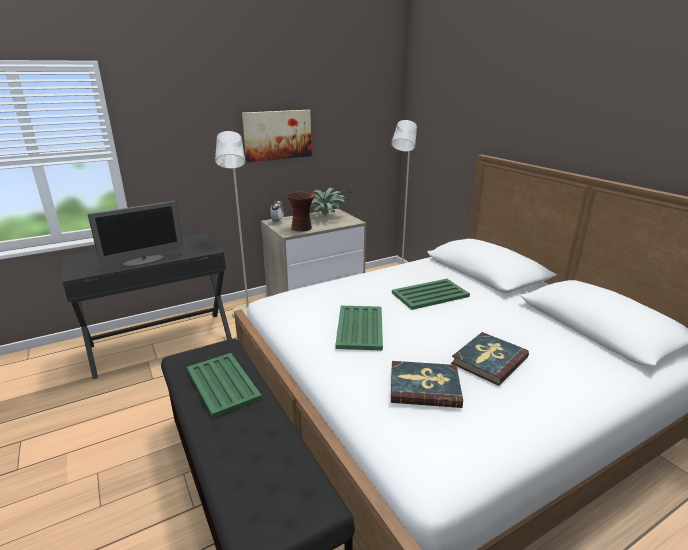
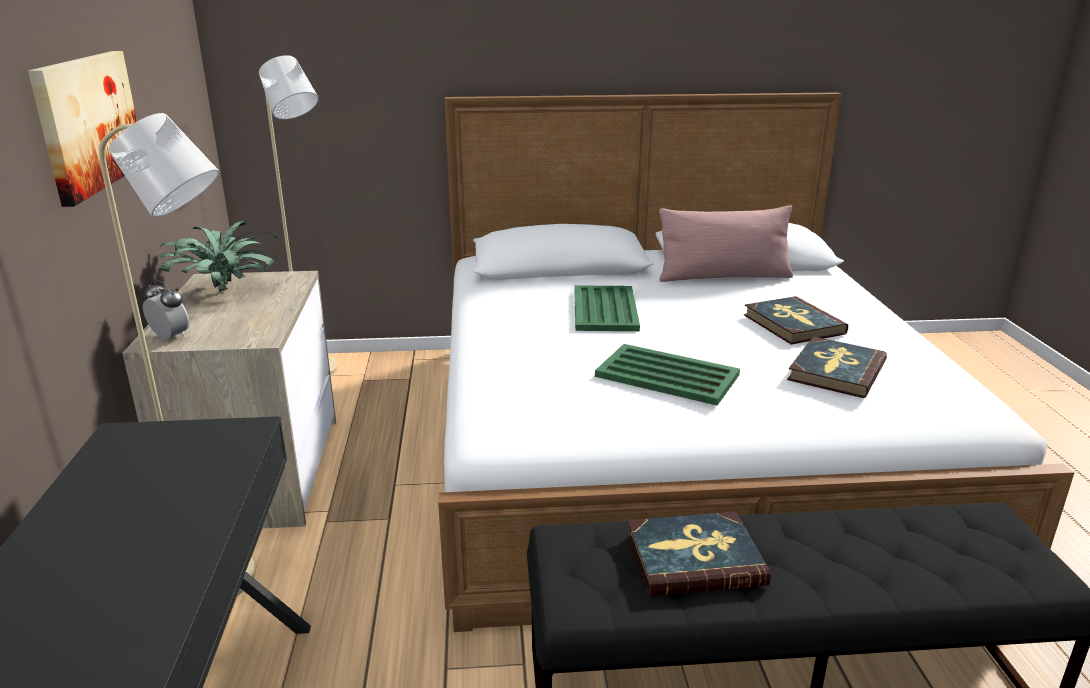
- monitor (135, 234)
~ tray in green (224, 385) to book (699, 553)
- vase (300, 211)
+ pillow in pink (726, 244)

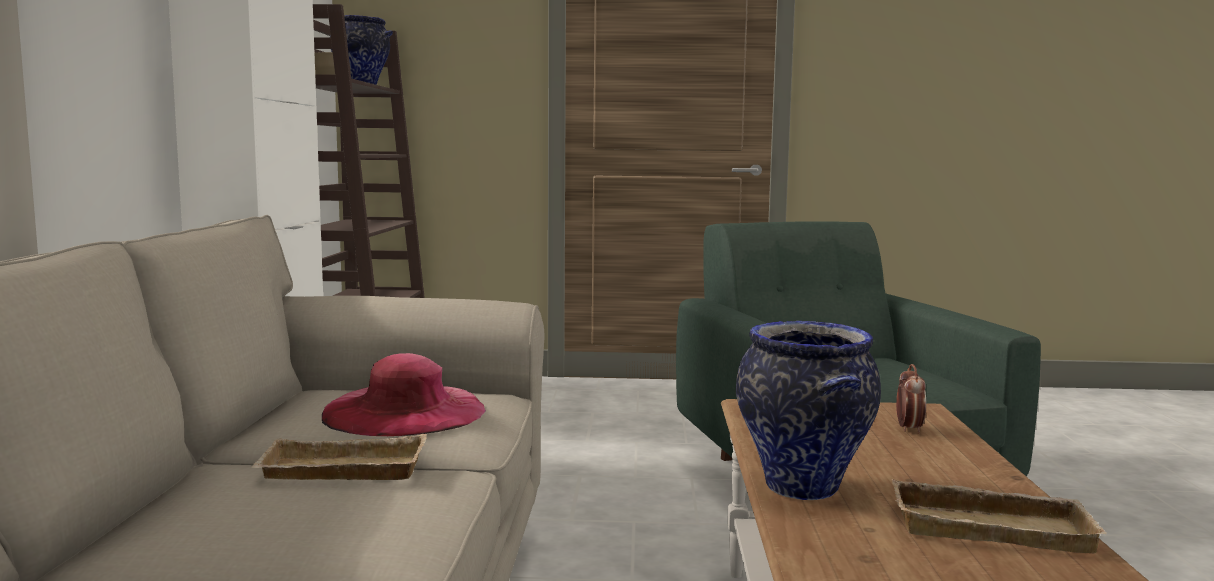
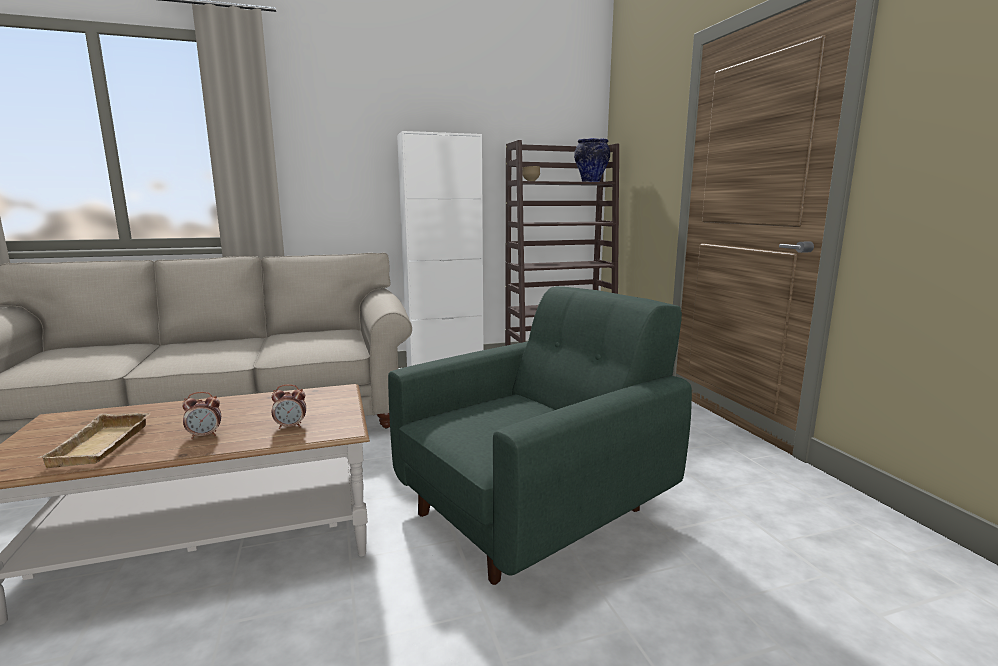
- tray in beige (339, 457)
- hat in pink (404, 394)
- vase (808, 410)
+ alarm clock (201, 415)

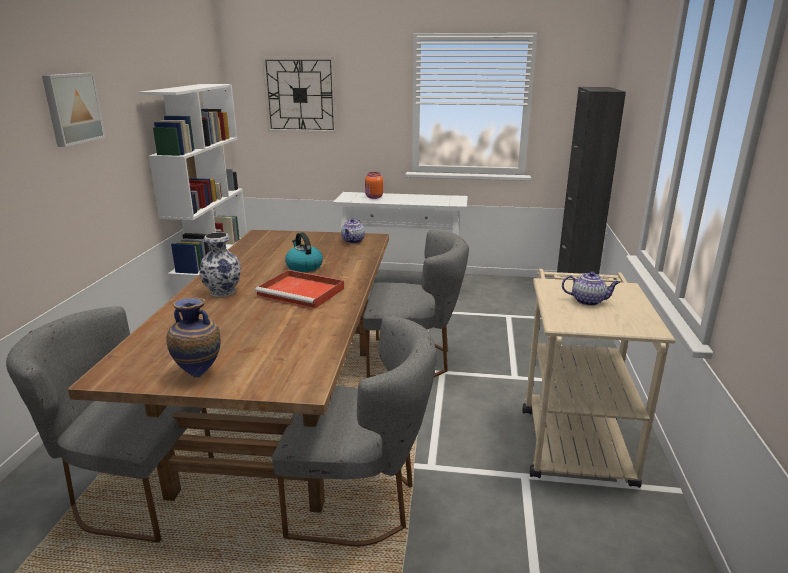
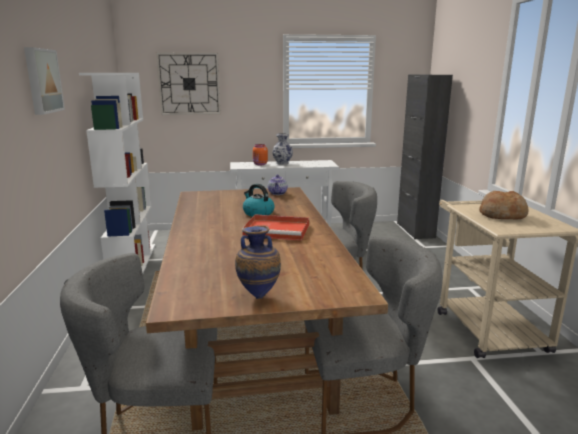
~ vase (220, 264) to (282, 149)
~ teapot (591, 288) to bread (504, 205)

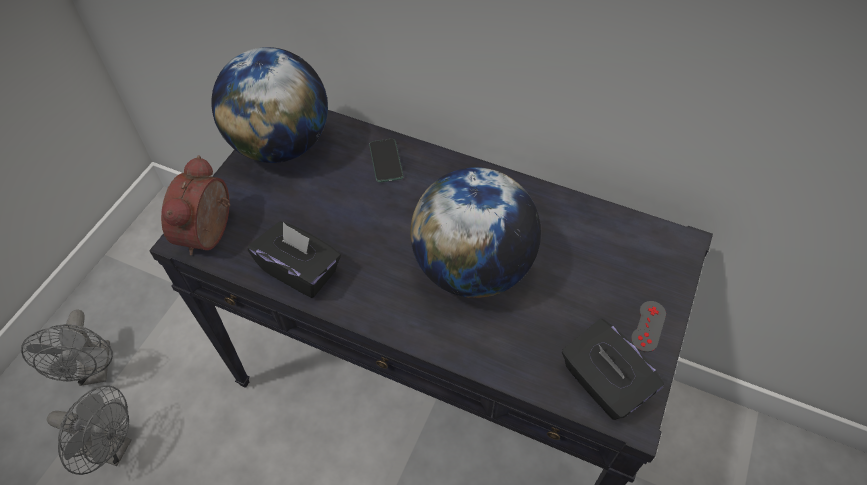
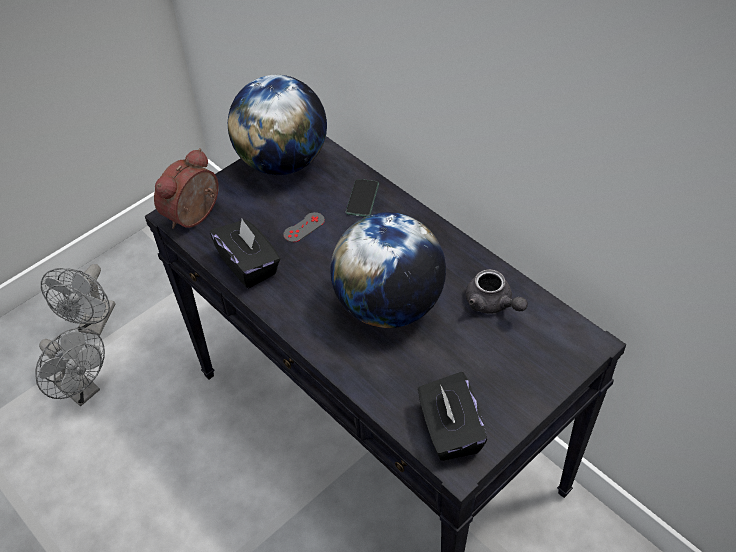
~ game controller in grey (648, 326) to (304, 227)
+ teapot in grey (497, 291)

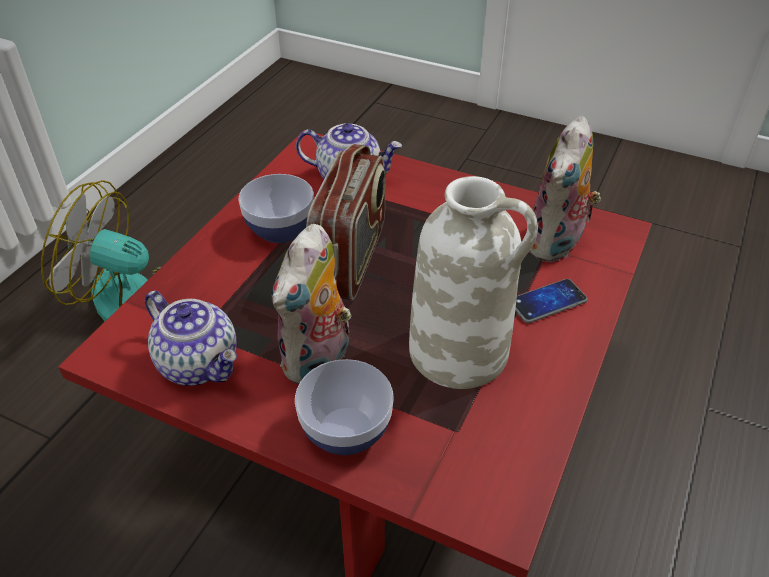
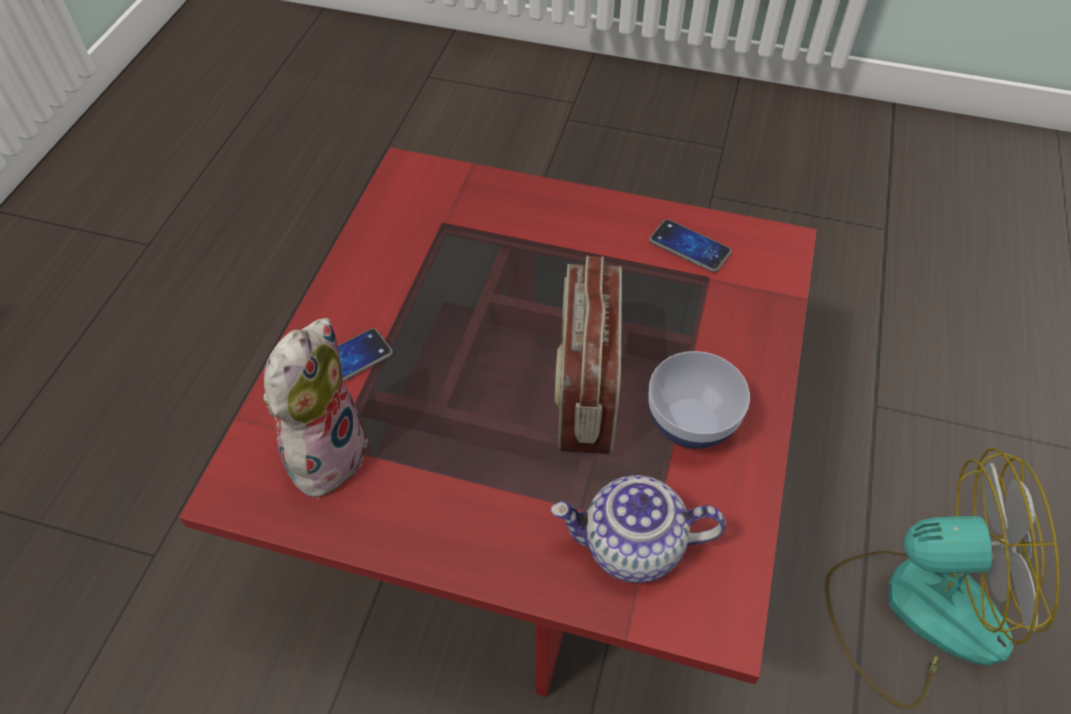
~ teapot (191, 338) to phone (690, 245)
- plush toy (311, 304)
- bowl (344, 407)
- vase in white (473, 282)

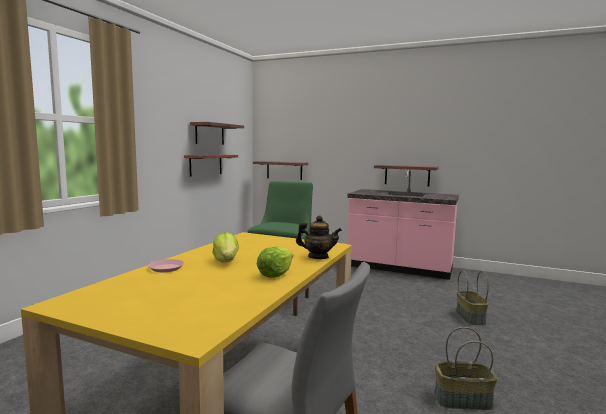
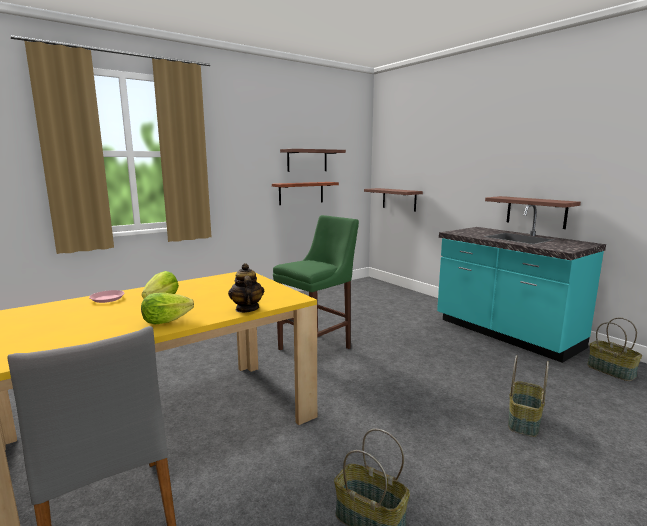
~ teapot (319, 237) = (246, 288) 150 degrees counterclockwise
~ counter in pink (403, 224) to counter in turquoise (521, 284)
+ basket (614, 349)

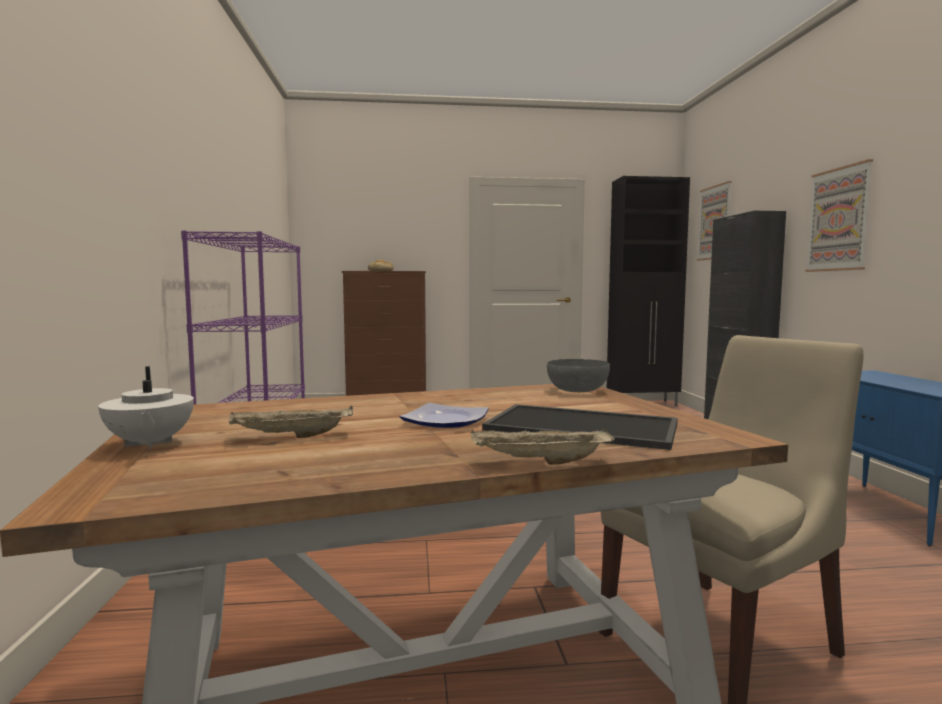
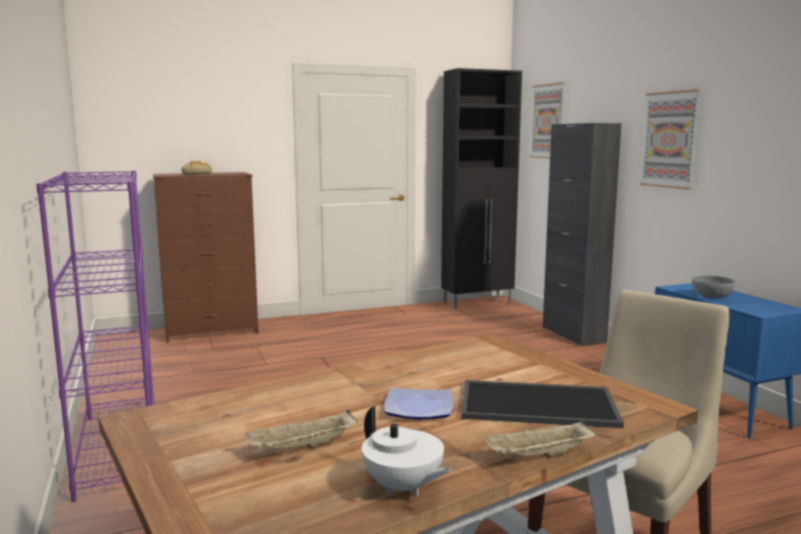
~ teapot in white (146, 407) to (406, 451)
~ bowl in grey (578, 375) to (713, 287)

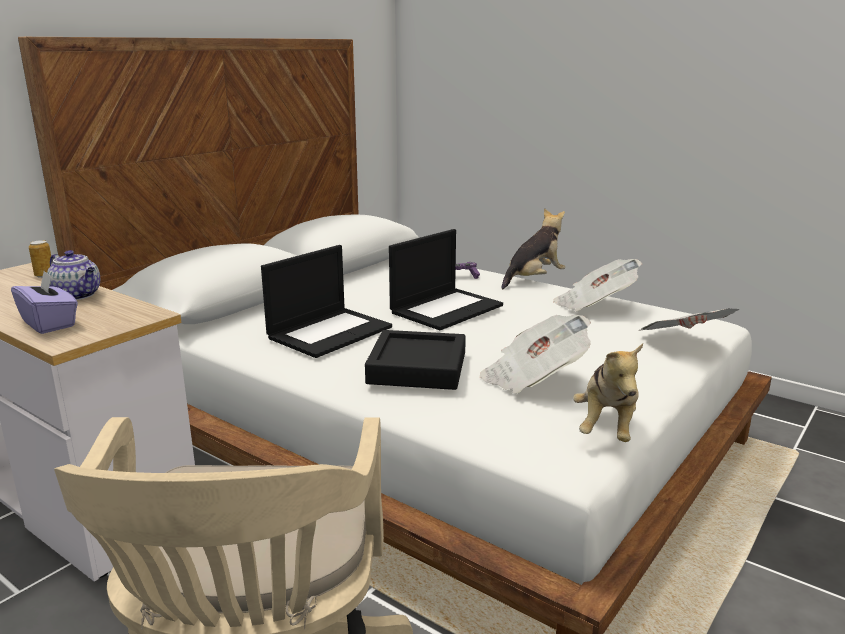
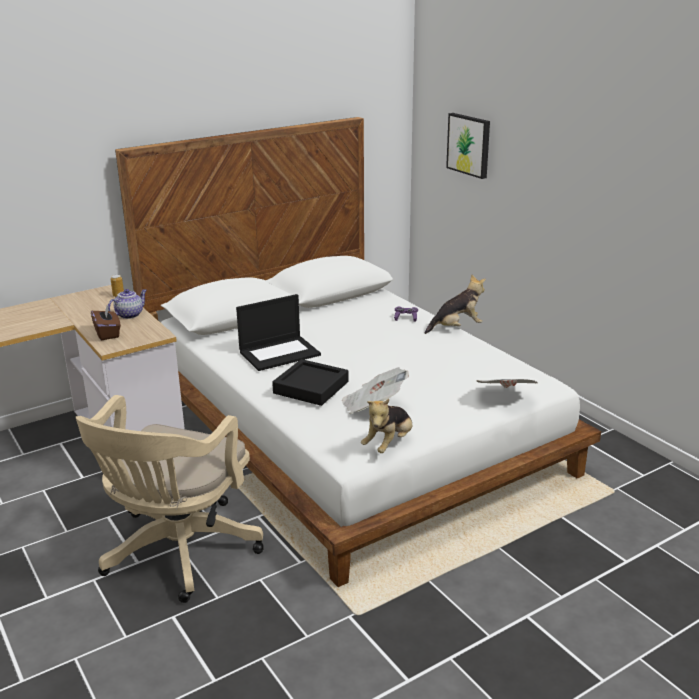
~ tissue box in purple (44, 302) to tissue box in brown (106, 323)
~ teapot (73, 275) = (127, 304) 105 degrees counterclockwise
- laptop (446, 279)
- newspaper (597, 285)
+ picture (468, 146)

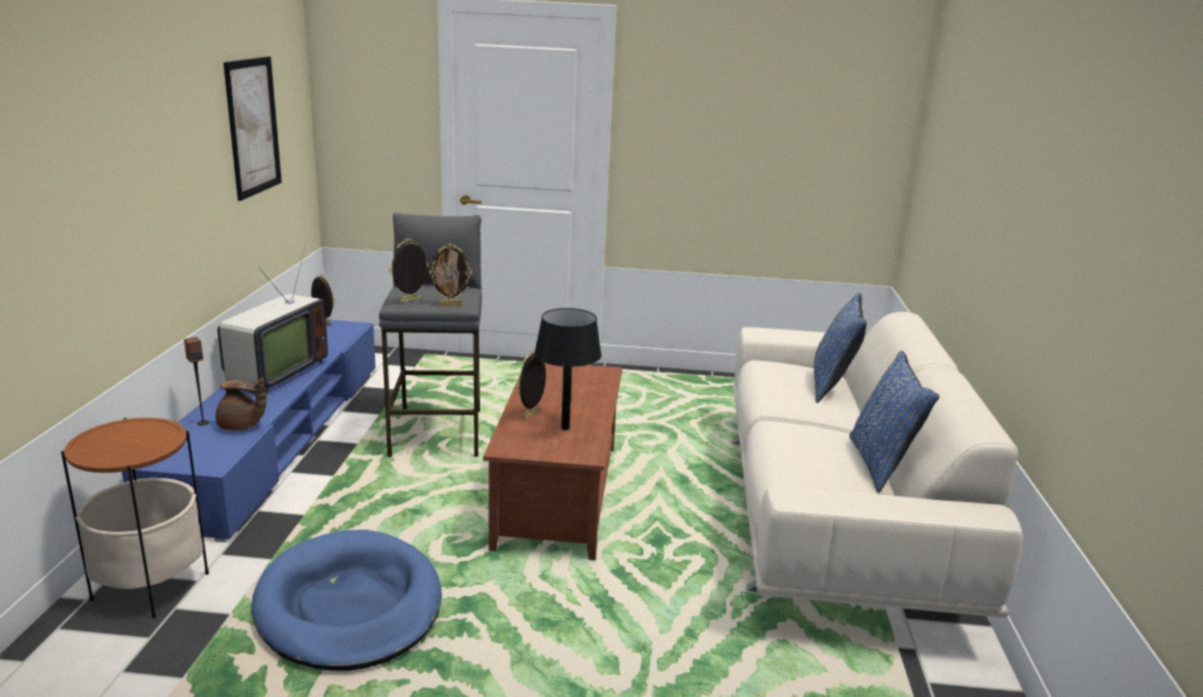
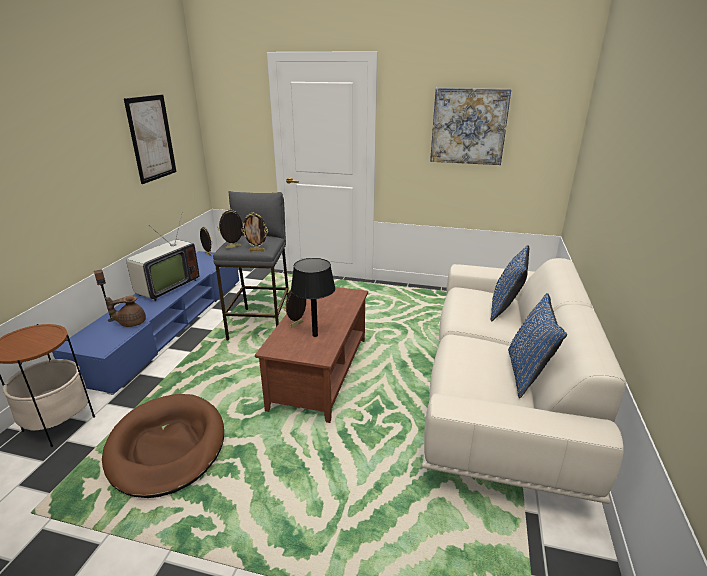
~ teapot in brown (241, 404) = (125, 311) 135 degrees clockwise
~ dog bed in blue (347, 600) to dog bed in brown (163, 446)
+ picture (471, 126)

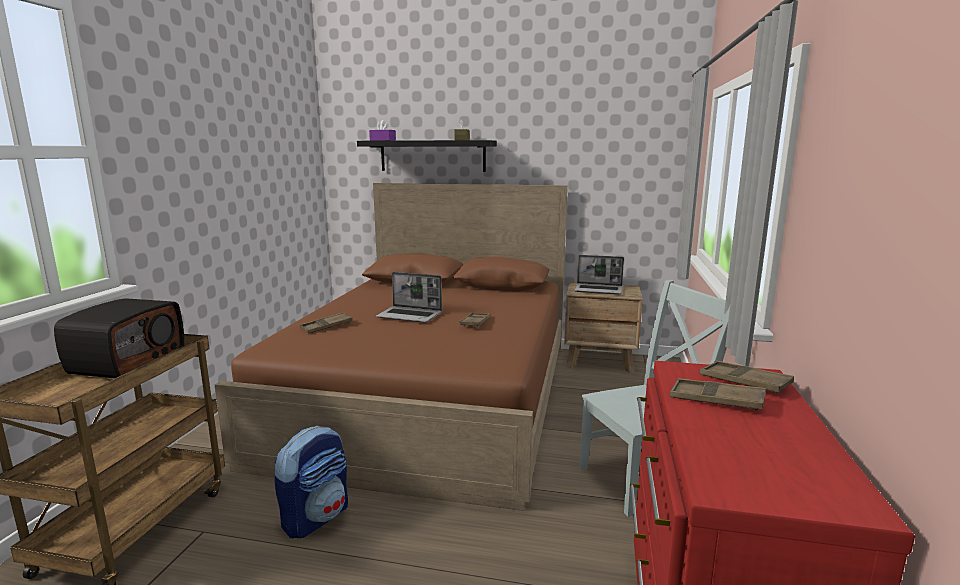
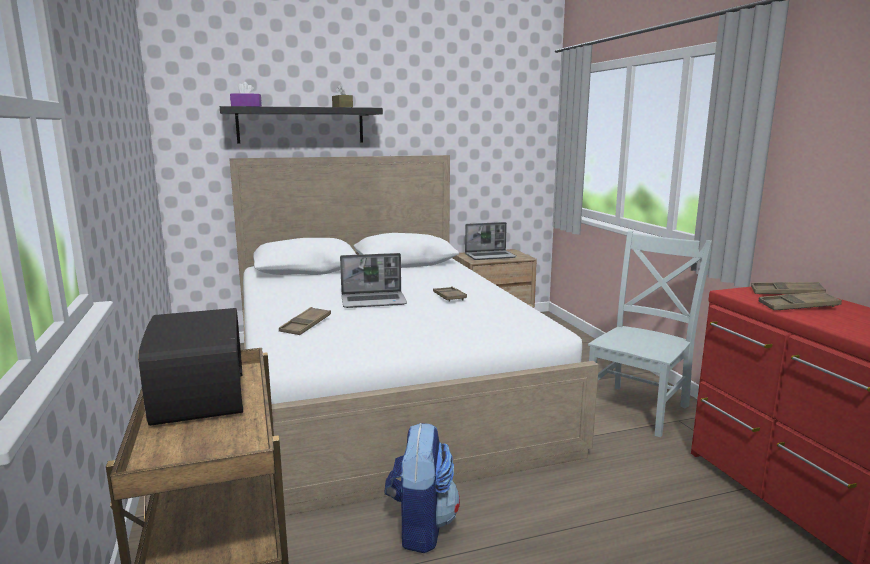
~ bed in brown (391, 347) to bed in white (414, 335)

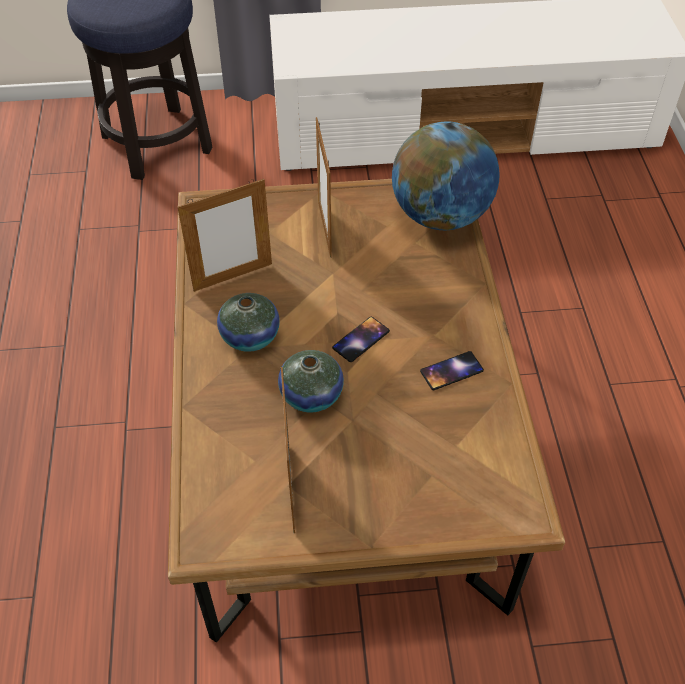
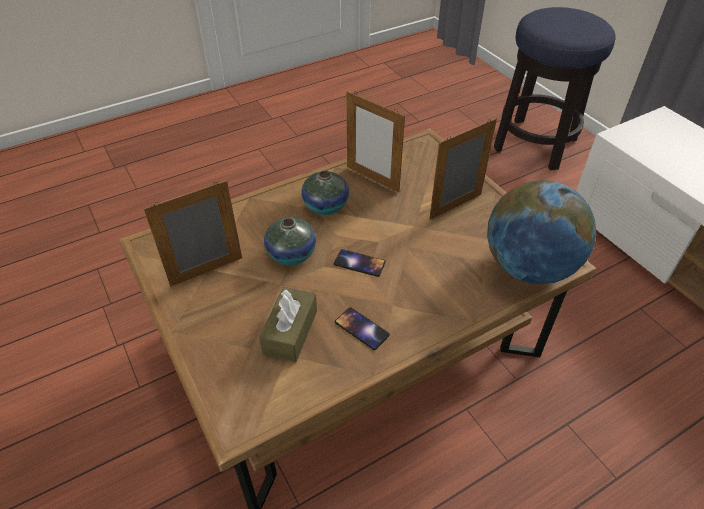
+ tissue box in brown (288, 324)

